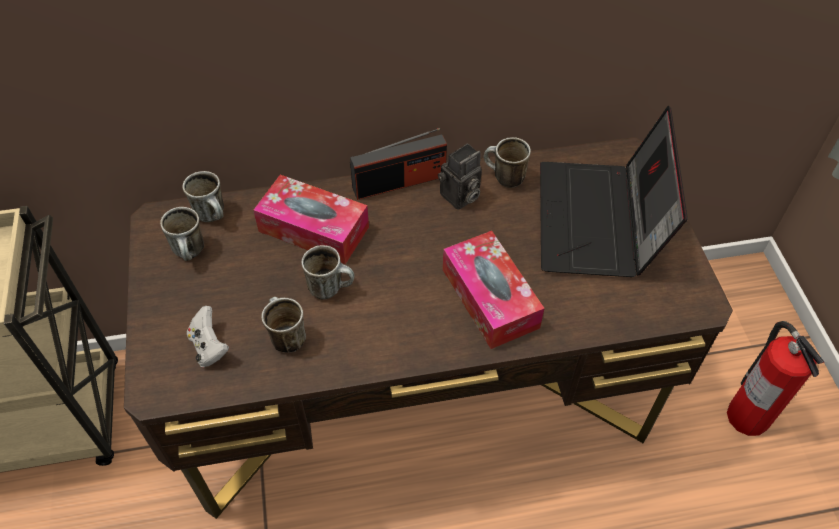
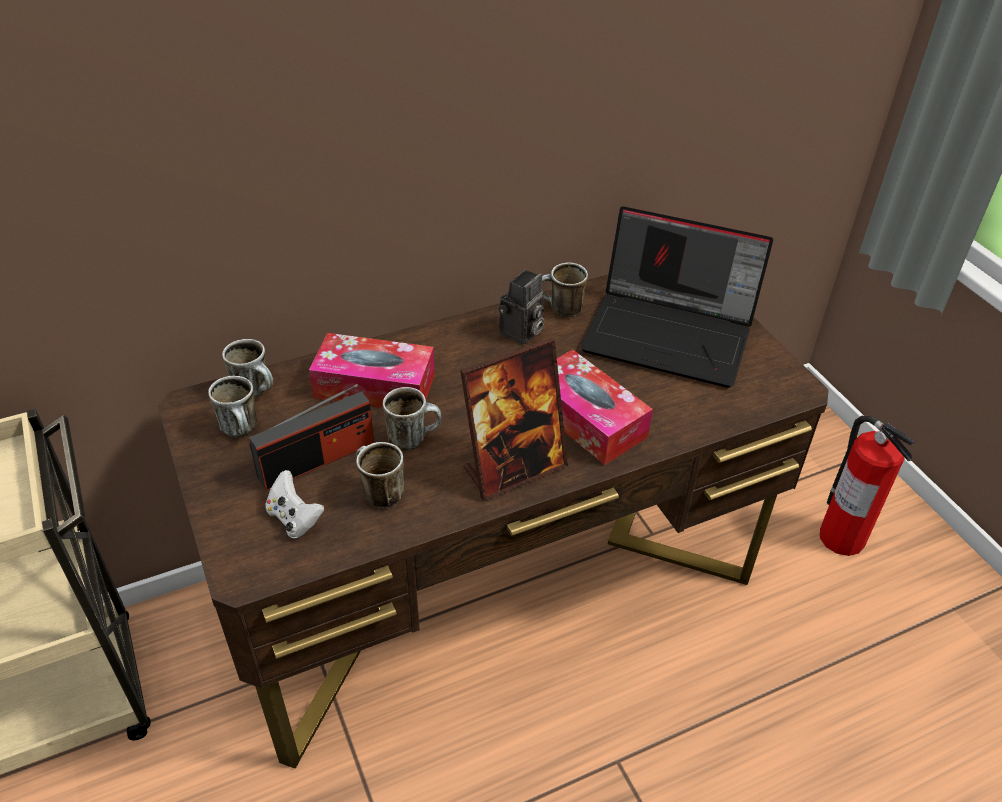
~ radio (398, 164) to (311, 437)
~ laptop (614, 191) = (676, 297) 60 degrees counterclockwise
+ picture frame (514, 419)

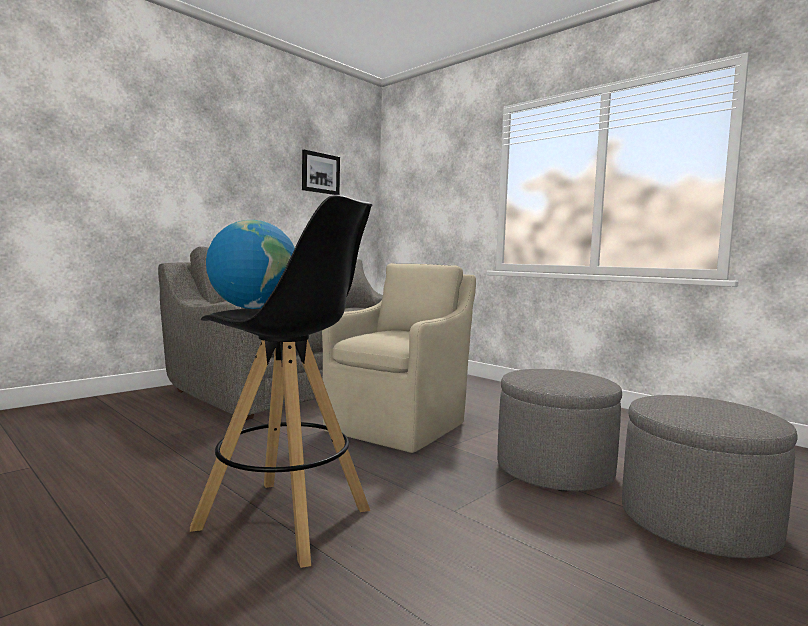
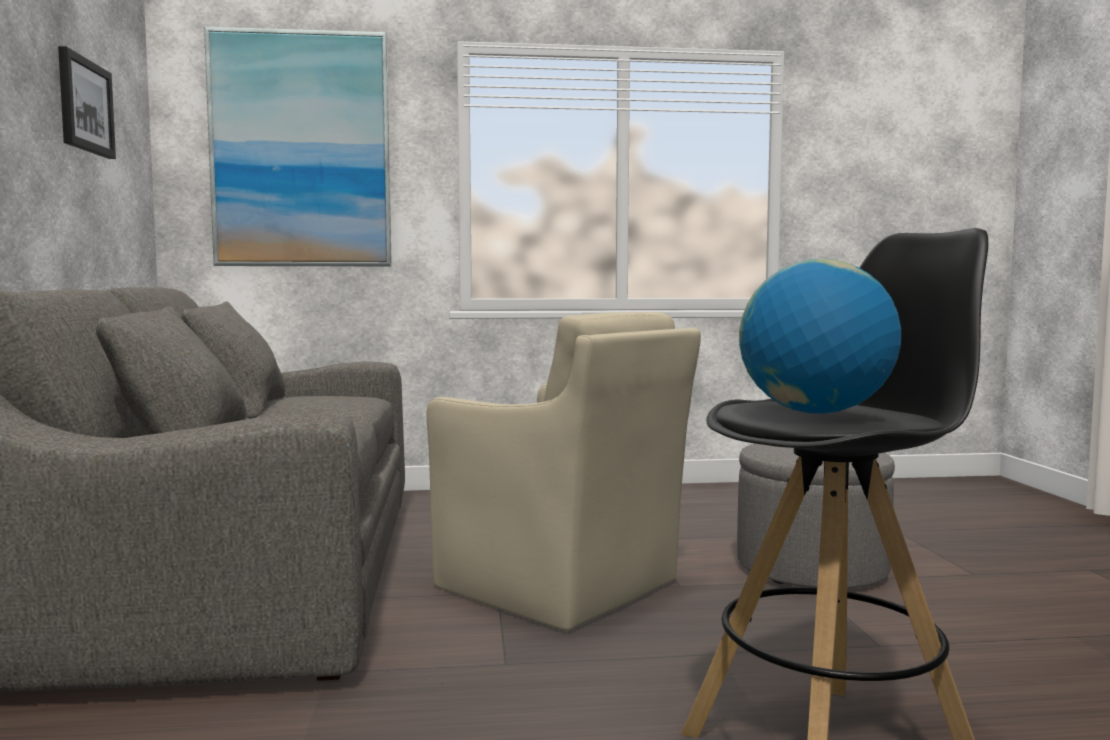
~ armchair in beige (399, 358) = (563, 471) 150 degrees clockwise
- ottoman in grey (710, 476)
+ picture (298, 146)

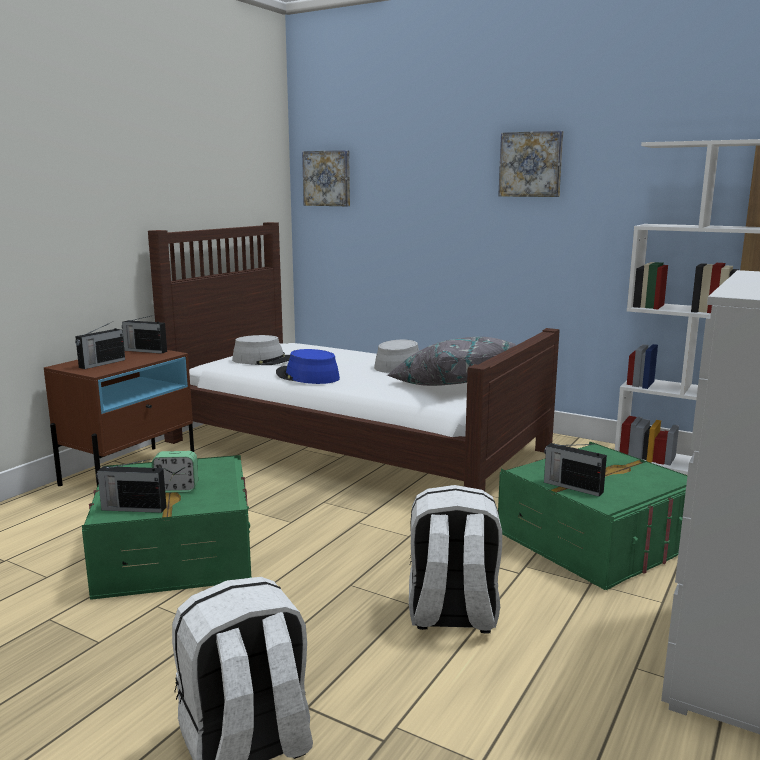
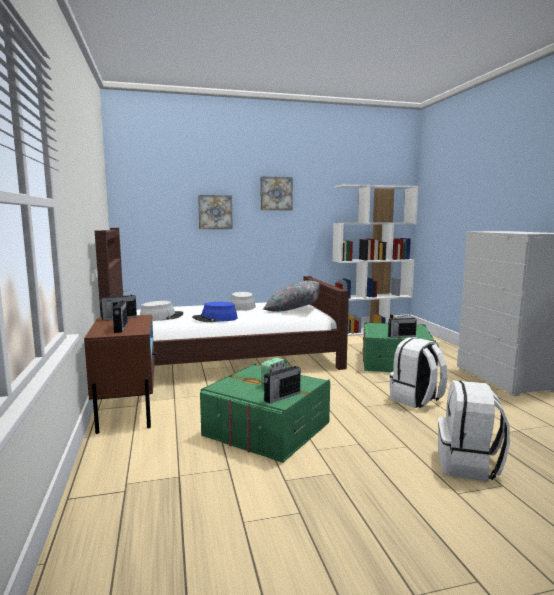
~ picture (326, 178) to (215, 212)

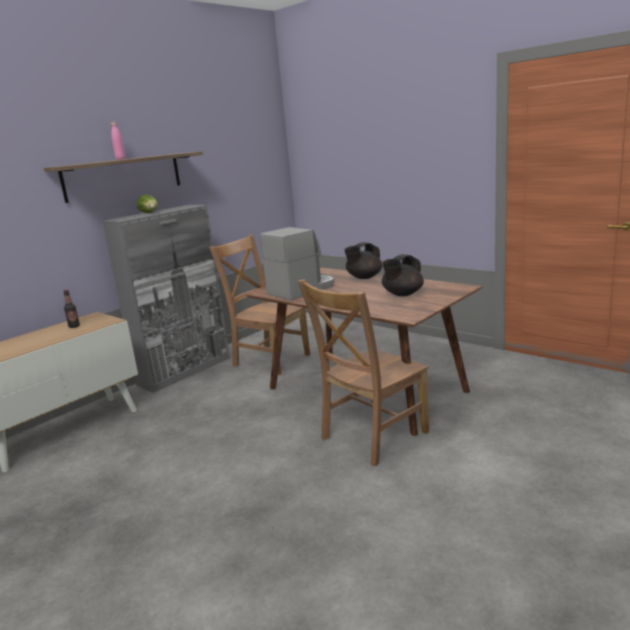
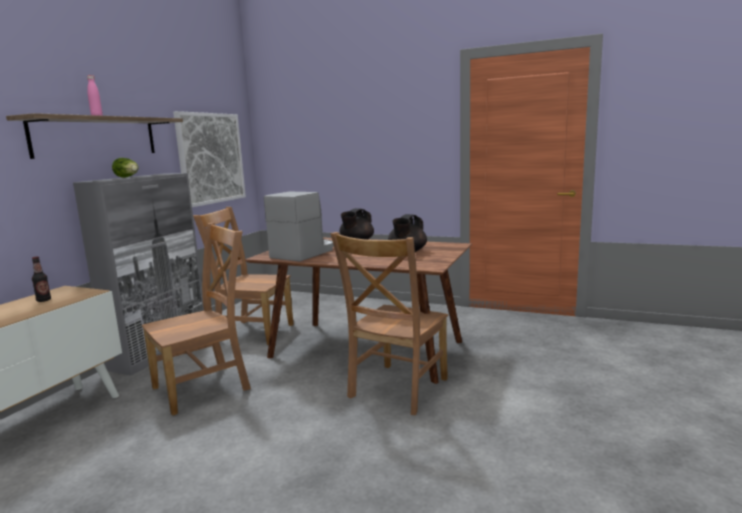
+ chair in brown (196, 319)
+ picture (209, 159)

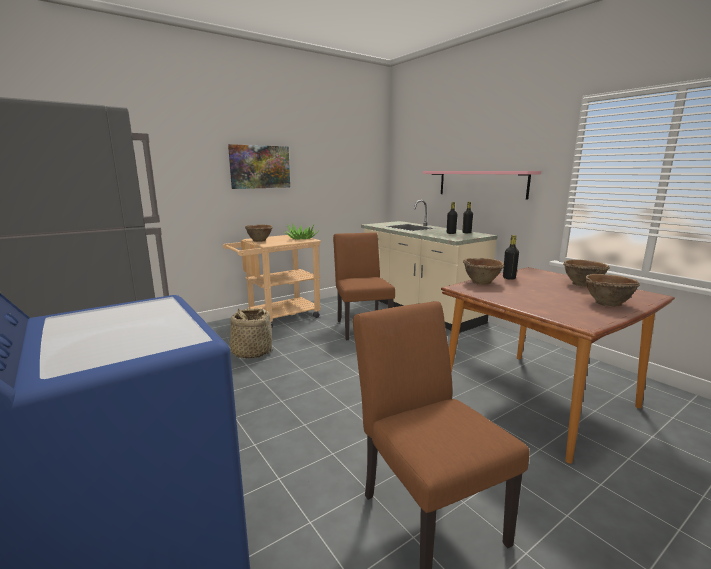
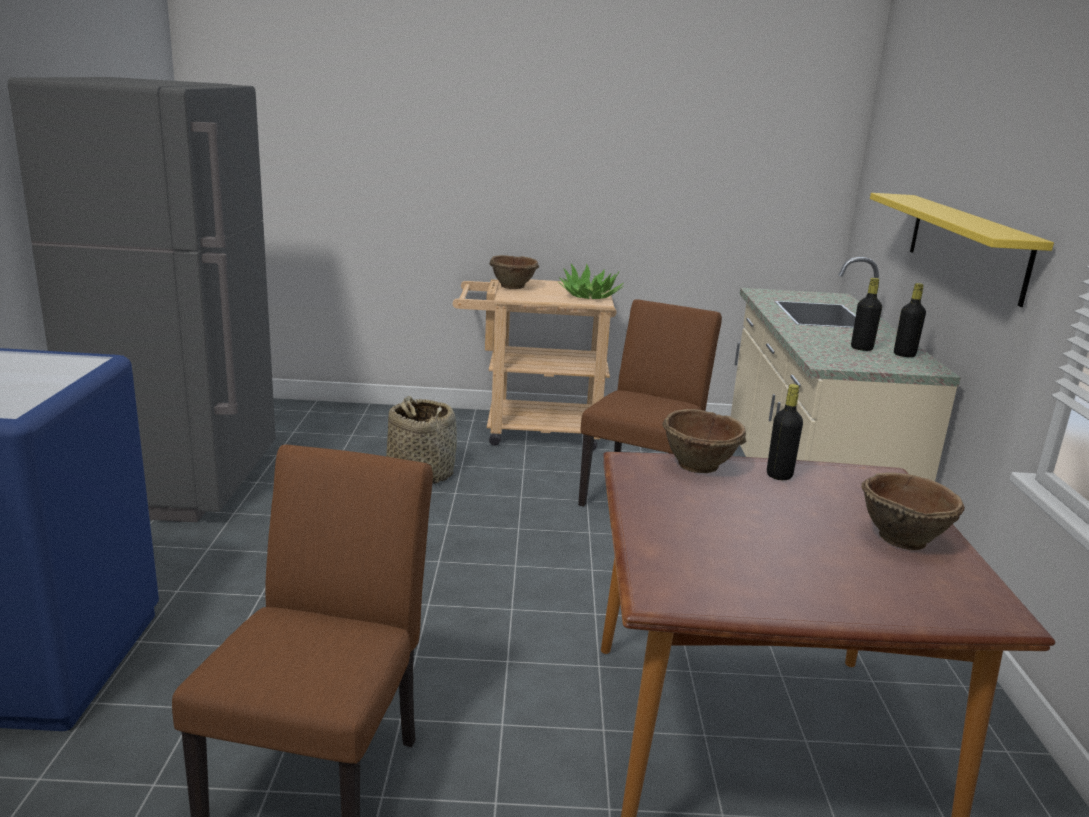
- picture (259, 166)
~ shelf in pink (482, 185) to shelf in yellow (962, 250)
- bowl in brown (612, 290)

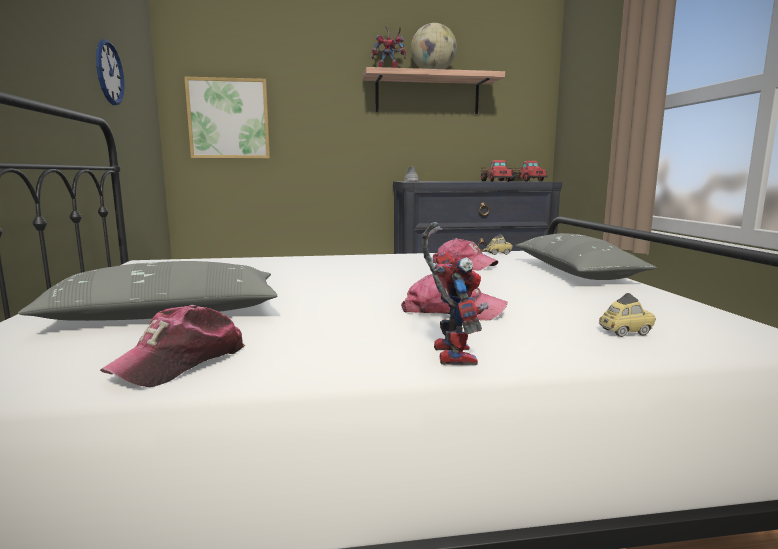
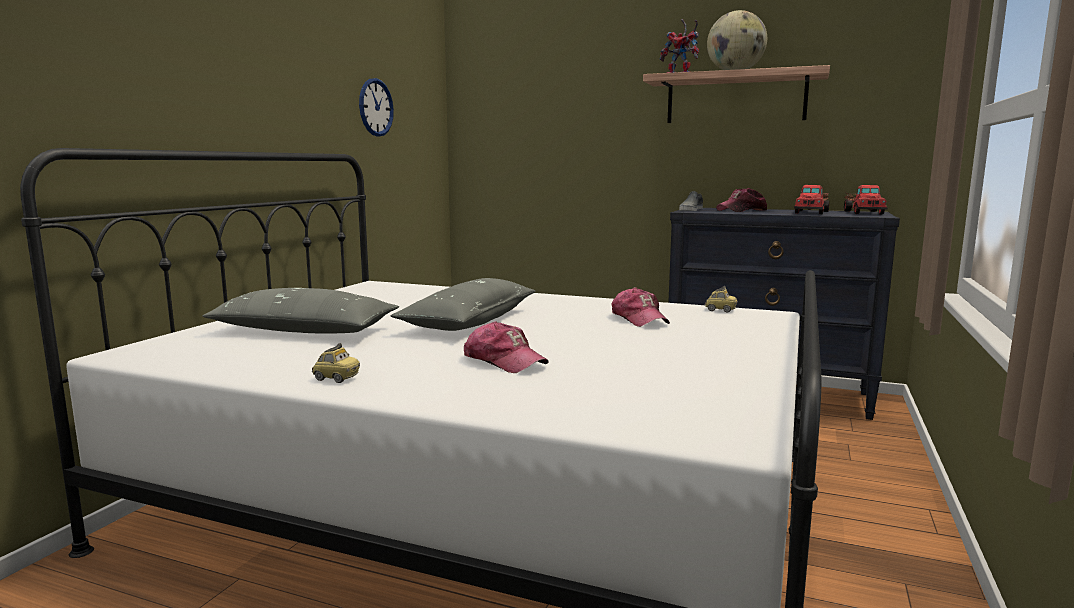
~ cap (172, 346) to (741, 200)
- picture (227, 118)
- toy robot (455, 293)
~ pillow in grey (586, 256) to (463, 304)
~ toy car (627, 315) to (336, 363)

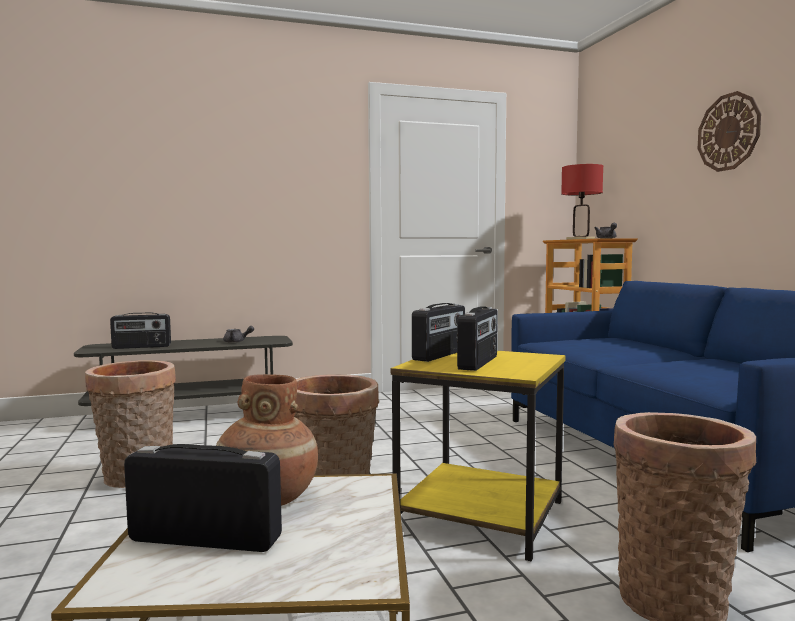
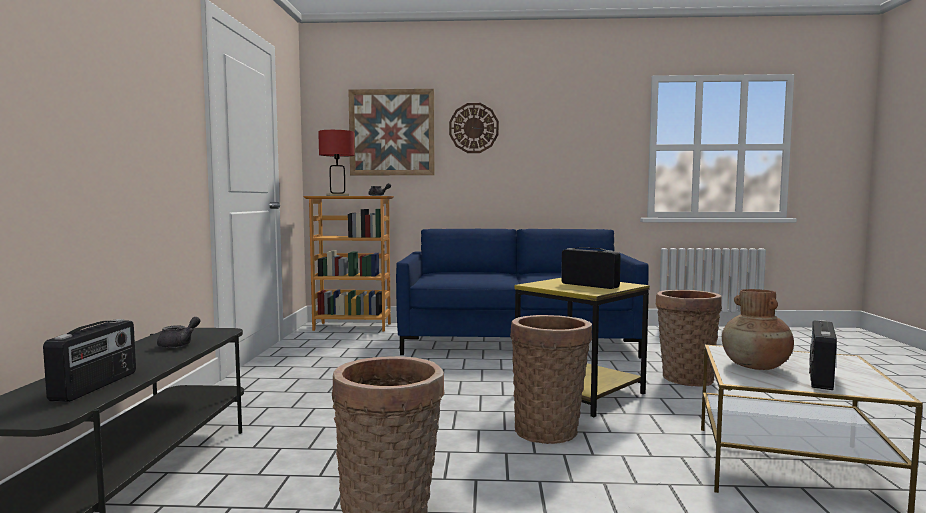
- radio (438, 332)
+ picture (391, 132)

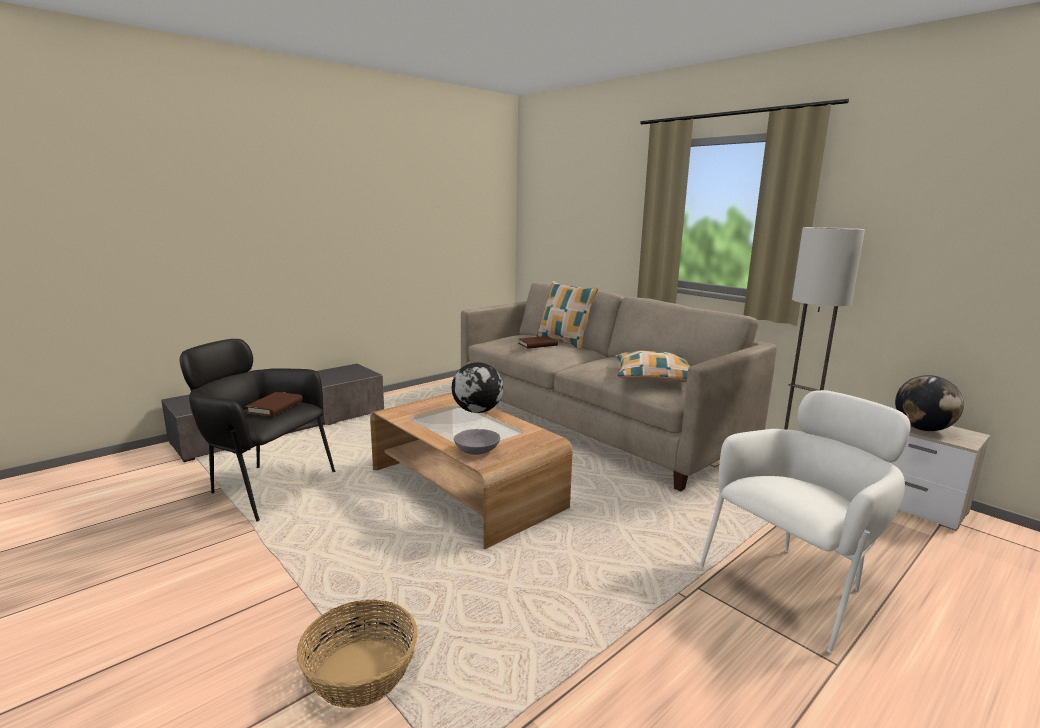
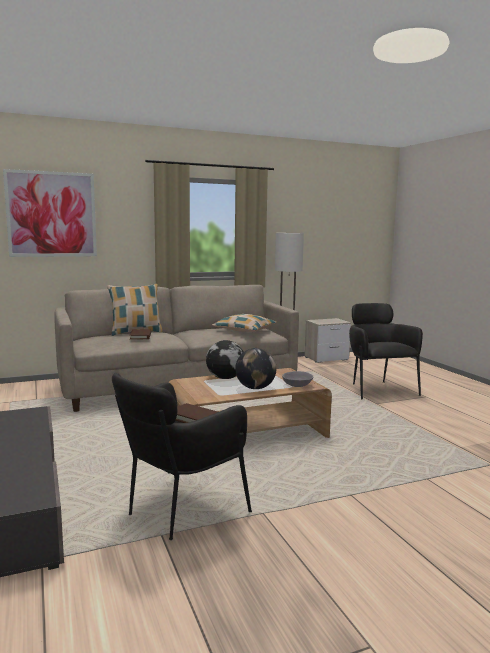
- basket (357, 653)
~ armchair in white (805, 522) to armchair in black (386, 351)
~ globe (929, 403) to (256, 368)
+ picture (50, 213)

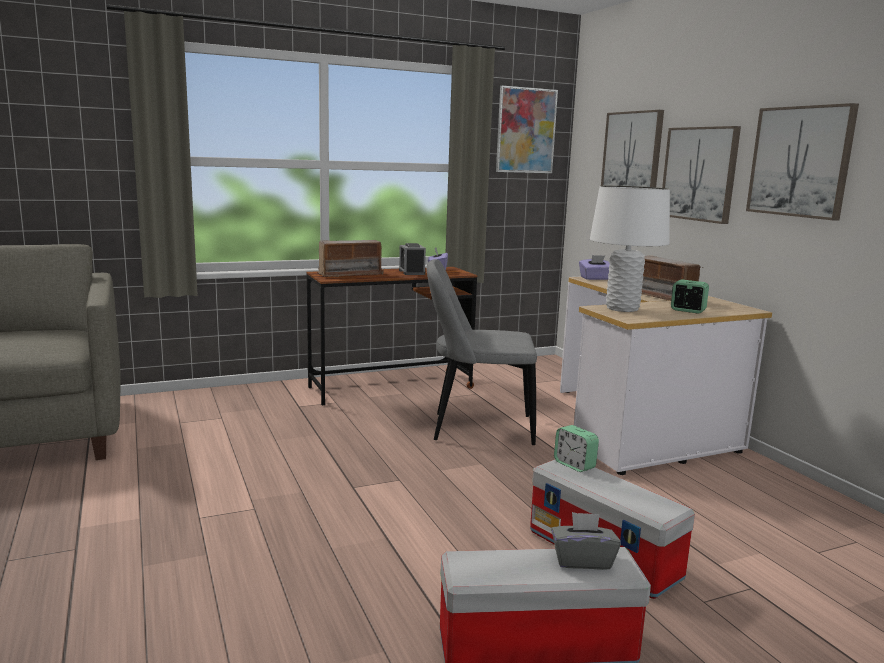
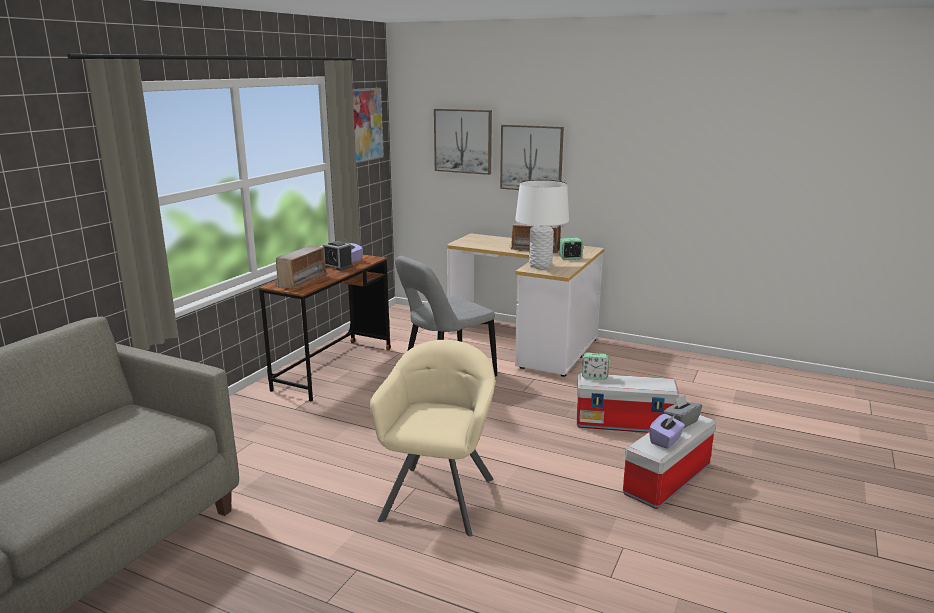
~ tissue box in purple (594, 267) to (667, 431)
- picture (802, 162)
+ armchair in beige (432, 438)

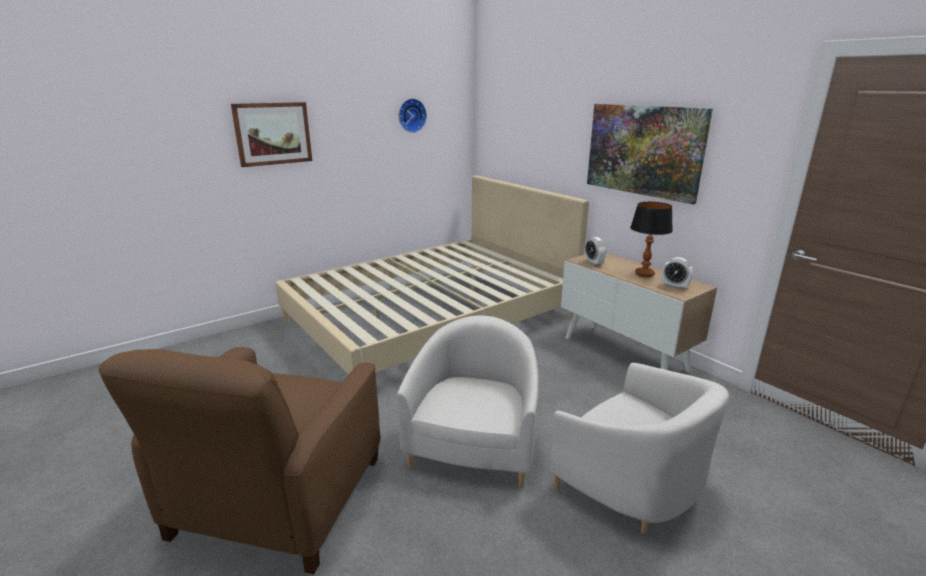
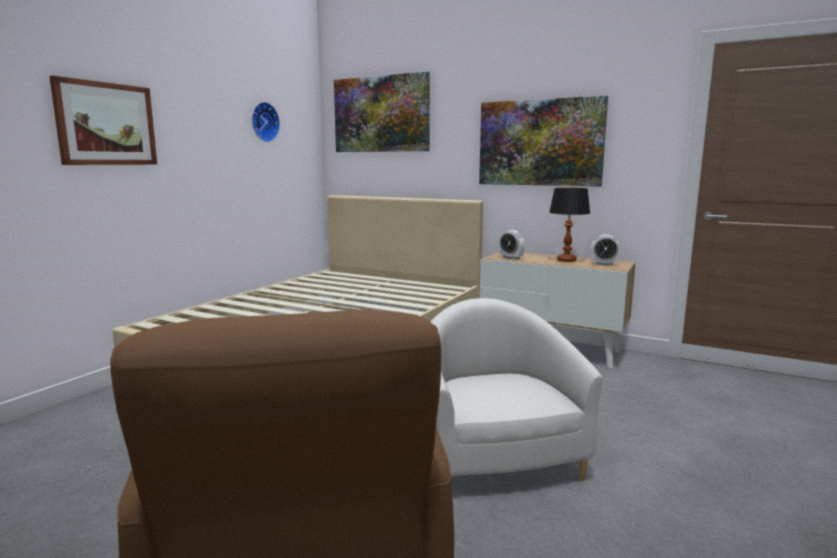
- armchair in white (639, 448)
+ picture (382, 112)

